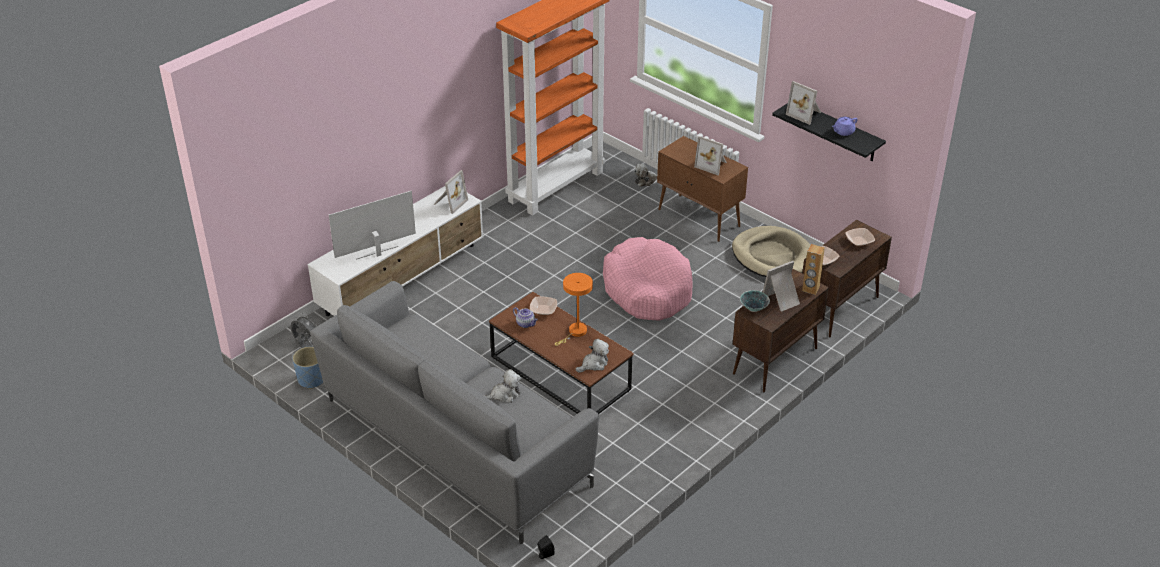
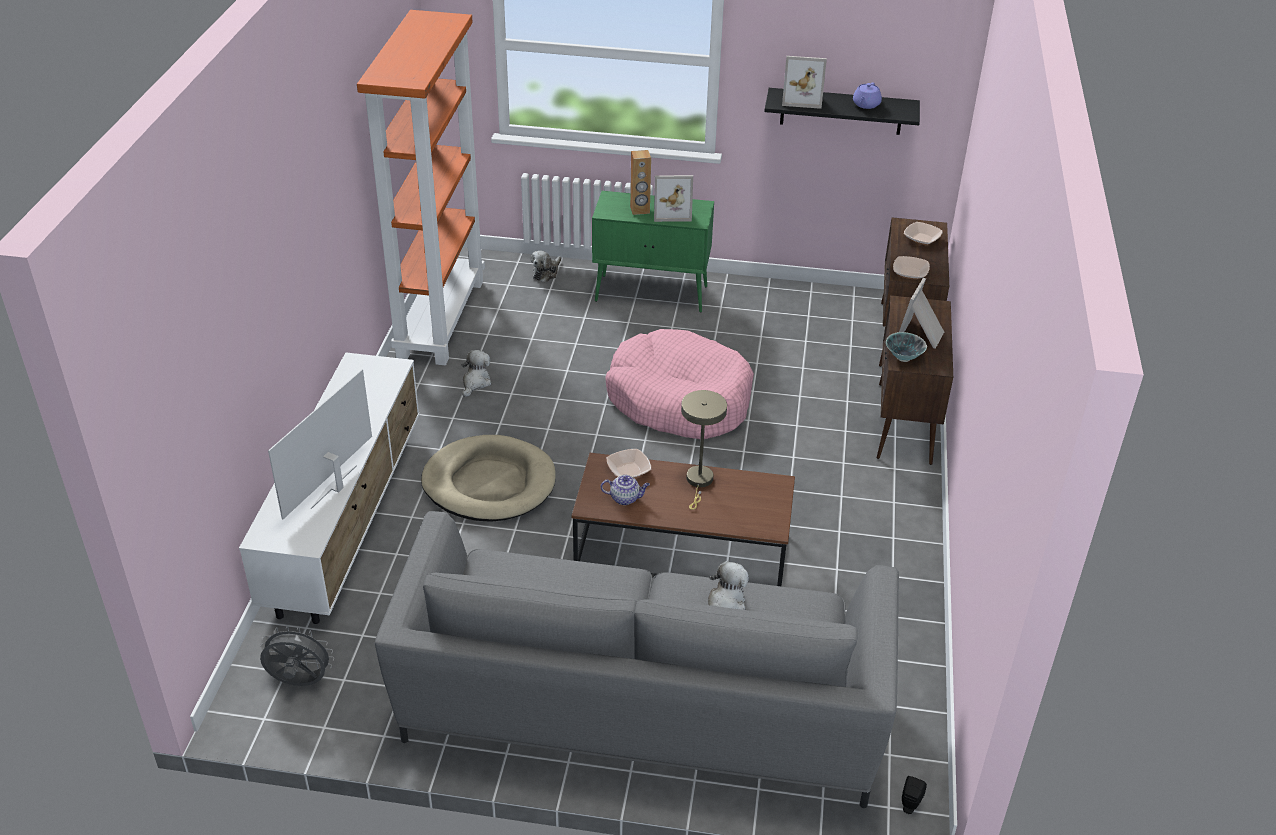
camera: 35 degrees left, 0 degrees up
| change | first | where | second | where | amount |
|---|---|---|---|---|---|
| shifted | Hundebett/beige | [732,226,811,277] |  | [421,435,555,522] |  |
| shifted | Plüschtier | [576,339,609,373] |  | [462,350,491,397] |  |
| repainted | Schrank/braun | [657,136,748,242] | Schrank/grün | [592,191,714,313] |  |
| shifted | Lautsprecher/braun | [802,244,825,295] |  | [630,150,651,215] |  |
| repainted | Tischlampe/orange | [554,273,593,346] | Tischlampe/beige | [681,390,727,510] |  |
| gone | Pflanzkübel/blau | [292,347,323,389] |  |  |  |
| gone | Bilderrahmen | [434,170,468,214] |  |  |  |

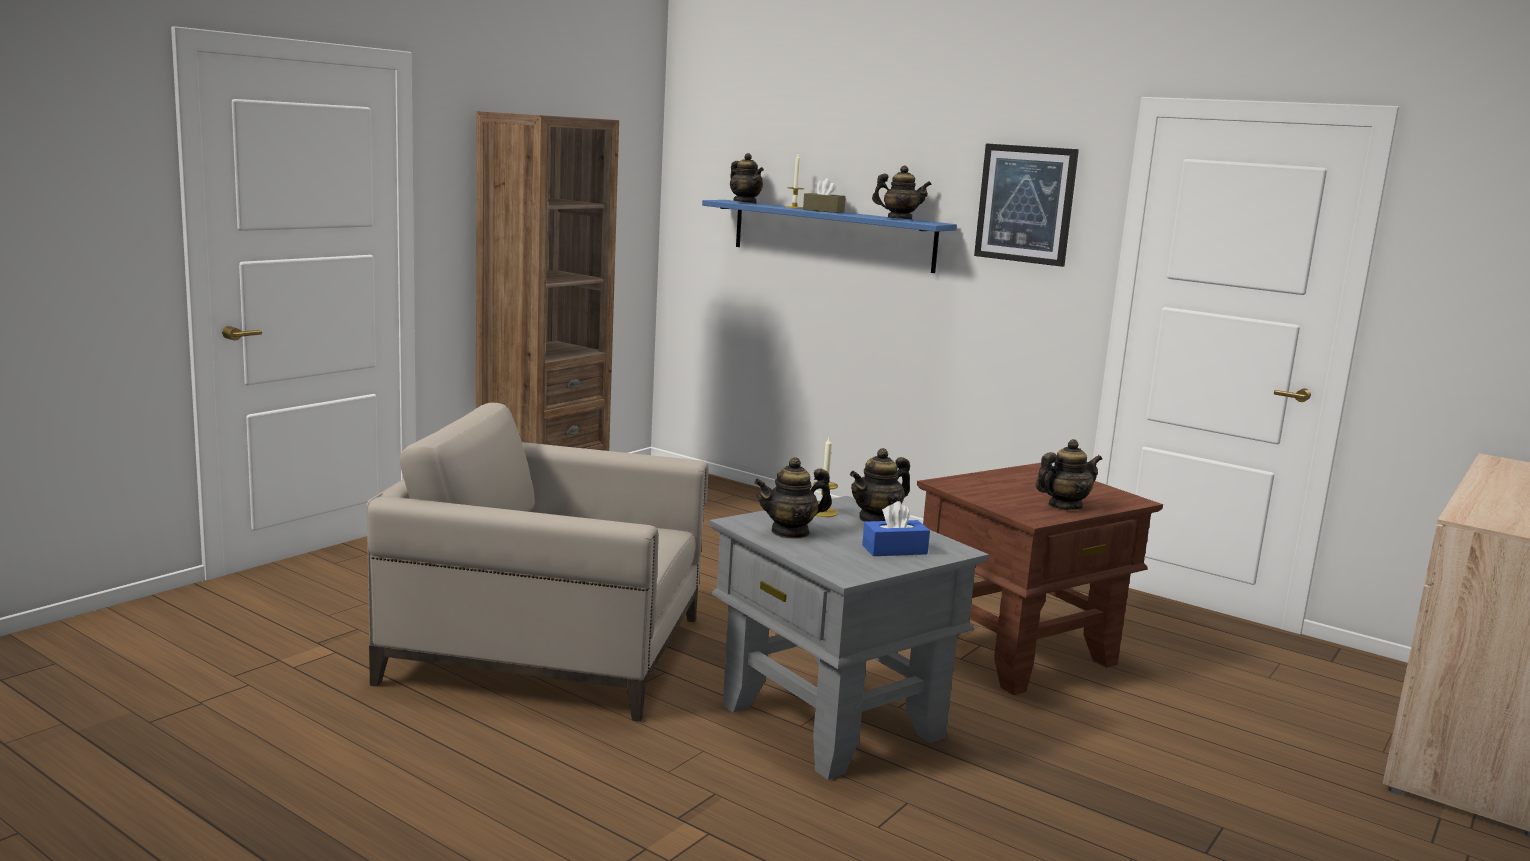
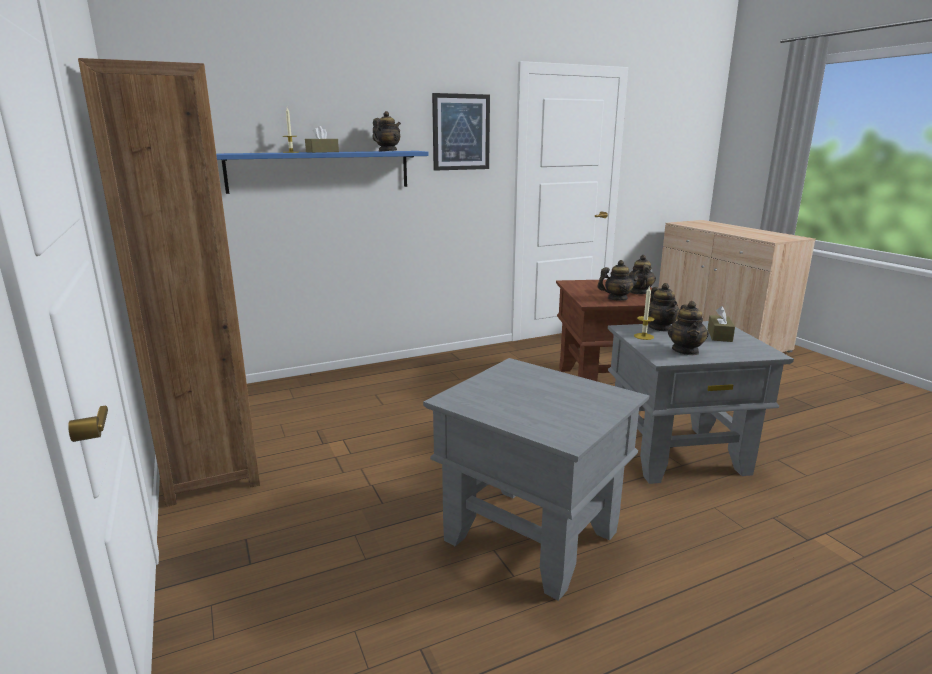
camera: 60 degrees left, 5 degrees up
| change | first | where | second | where | amount |
|---|---|---|---|---|---|
| swapped | Sessel/beige | [366,403,709,722] | Beistelltisch/grau | [423,358,649,601] |  |
| shifted | Teekanne | [730,153,764,203] |  | [597,260,641,301] |  |
| repainted | Taschentuchbox/blau | [862,501,930,556] | Taschentuchbox/braun | [708,306,735,342] |  |

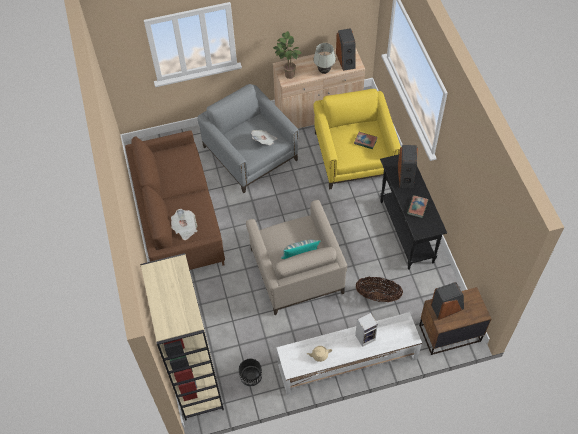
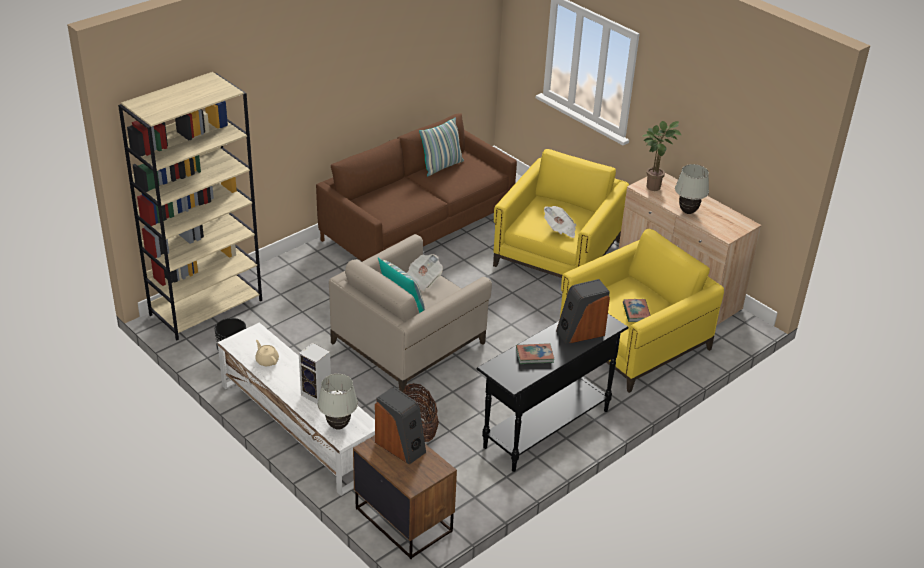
camera: 60 degrees right, 20 degrees down
| change | first | where | second | where | amount |
|---|---|---|---|---|---|
| new |  |  | Tischlampe/weiß | [318,374,358,430] |  |
| shifted | Zeitung | [171,209,198,240] |  | [407,254,443,291] |  |
| new |  |  | Kissen | [419,117,464,177] |  |
| repainted | Sessel/grau | [197,84,299,193] | Sessel/gelb | [493,149,629,278] |  |
| gone | Lautsprecher | [336,28,355,71] |  |  |  |

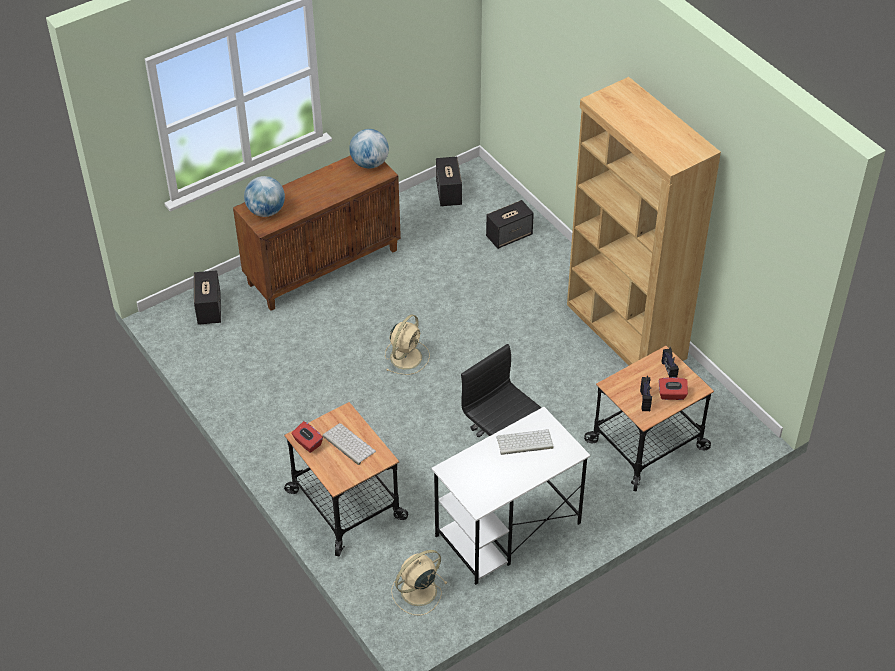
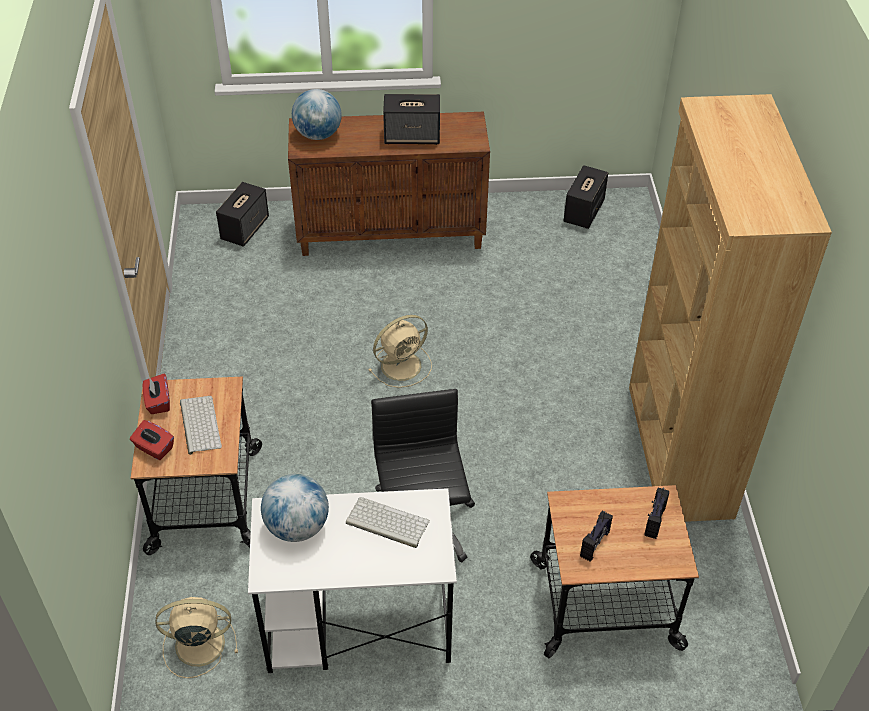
camera: 30 degrees right, 0 degrees up
| change | first | where | second | where | amount |
|---|---|---|---|---|---|
| shifted | Taschentuchbox/rot | [659,377,688,400] |  | [130,420,174,460] |  |
| shifted | Globus | [349,129,389,169] |  | [261,474,329,542] |  |
| shifted | Lautsprecher | [486,200,534,249] |  | [383,94,440,145] |  |

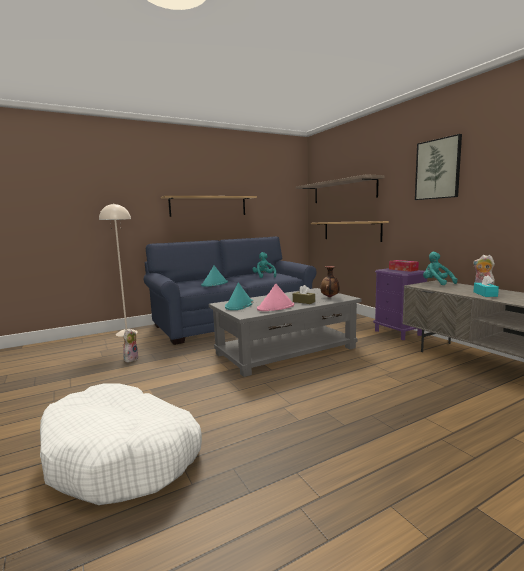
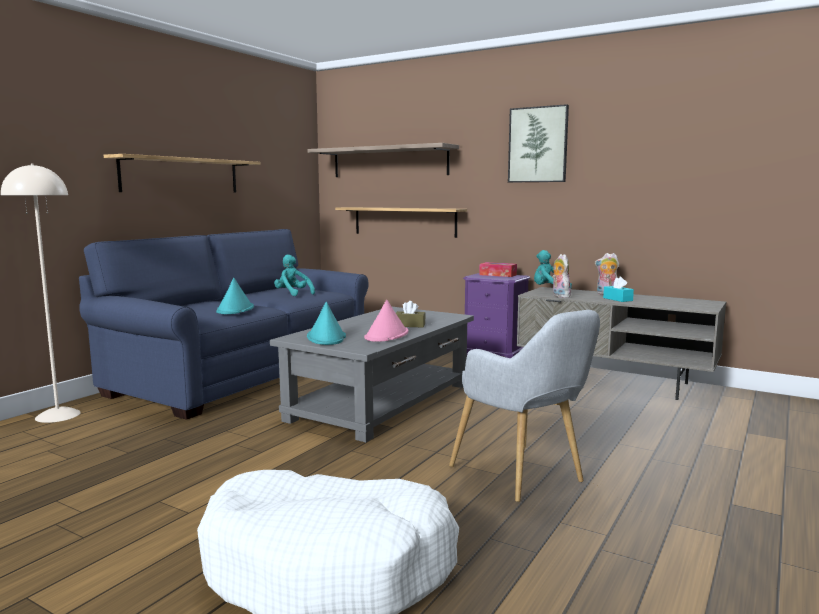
camera: 30 degrees left, 0 degrees up
| change | first | where | second | where | amount |
|---|---|---|---|---|---|
| new |  |  | Sessel/grau | [449,310,600,502] |  |
| shifted | Plüschtier | [123,328,138,363] |  | [552,254,571,298] |  |
| gone | Vase | [321,266,340,298] |  |  |  |

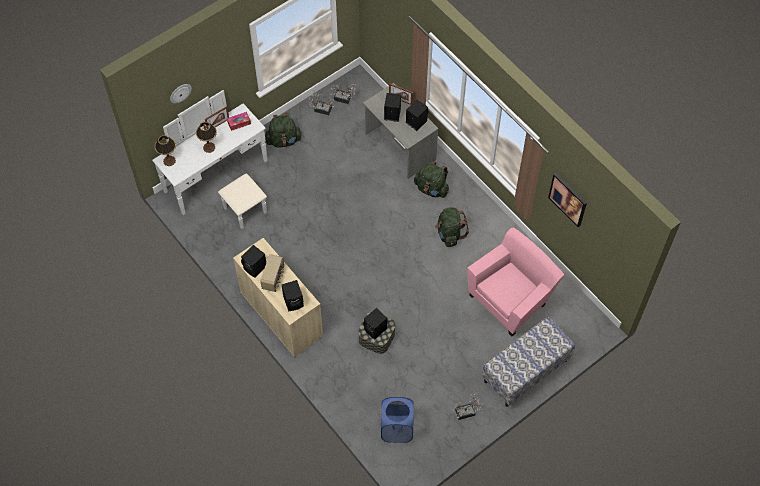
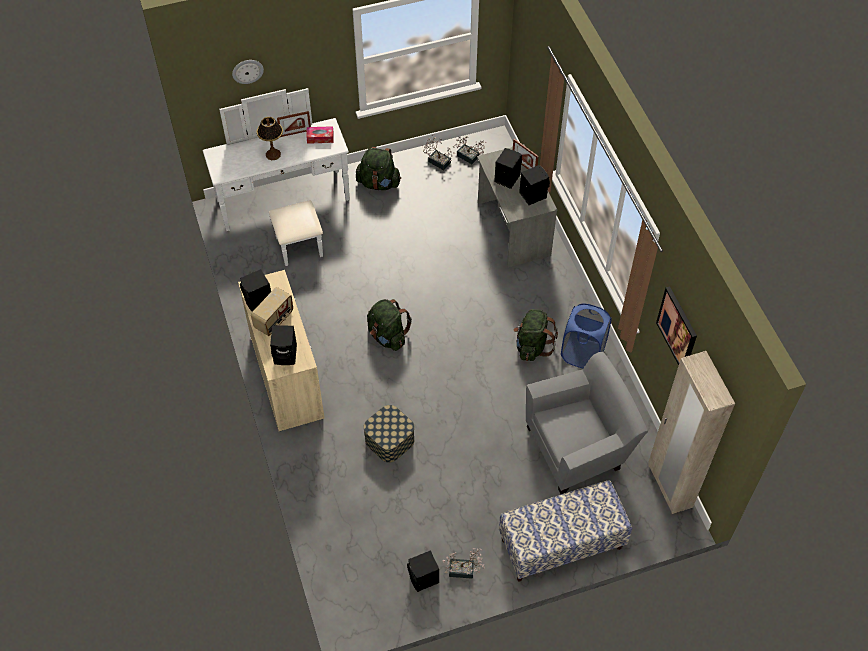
camera: 20 degrees right, 5 degrees down
| change | first | where | second | where | amount |
|---|---|---|---|---|---|
| shifted | Rucksack/grün | [414,161,449,198] |  | [367,299,412,351] |  |
| shifted | Lautsprecher/schwarz | [363,308,387,339] |  | [407,550,439,592] |  |
| repainted | Sessel/rosa | [467,227,565,336] | Sessel/grau | [526,352,648,494] |  |
| shifted | Wäschekorb/blau | [381,397,414,443] |  | [561,303,612,369] |  |
| new |  |  | Kleiderschrank/beige | [648,351,735,514] |  |
| gone | Tischlampe | [155,135,176,166] |  |  |  |

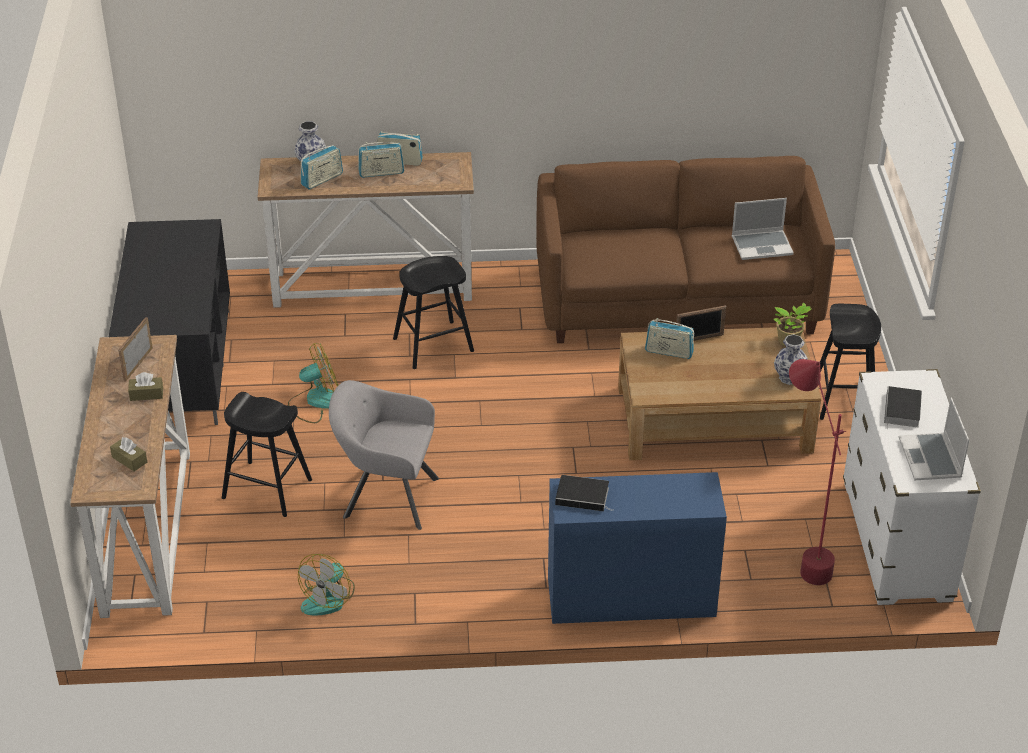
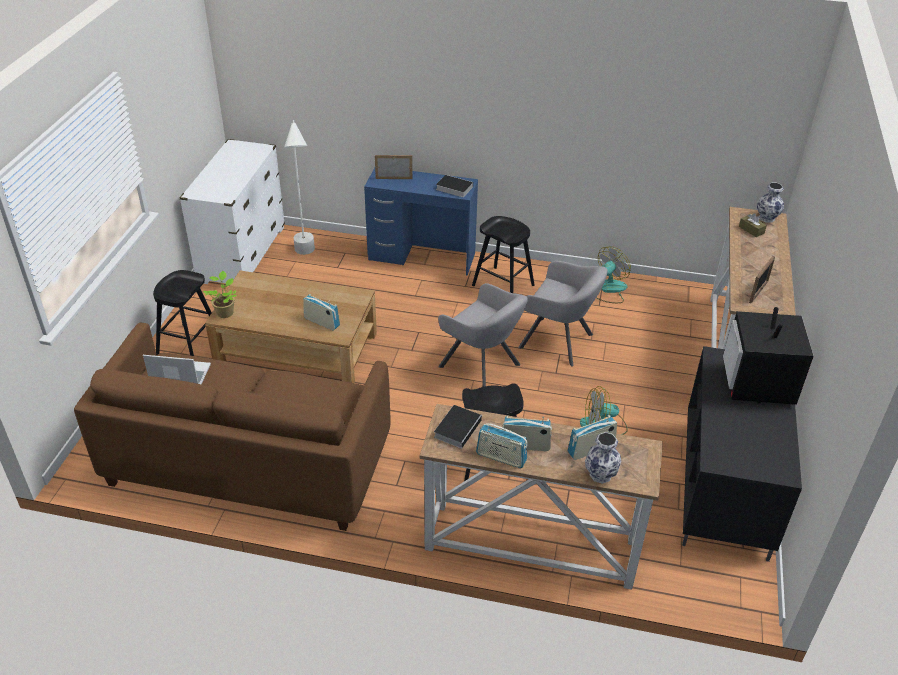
camera: 165 degrees left, 0 degrees up
| change | first | where | second | where | amount |
|---|---|---|---|---|---|
| repainted | Stehlampe/rot | [789,359,846,585] | Stehlampe/weiß | [284,120,315,255] |  |
| shifted | Bilderrahmen | [676,306,726,341] |  | [375,155,412,179] |  |
| shifted | Buch | [884,386,922,429] |  | [434,405,483,449] |  |
| new |  |  | Sessel/grau | [438,283,528,387] |  |
| shifted | Hocker/schwarz | [222,392,312,517] |  | [472,216,535,293] |  |
| new |  |  | Fernseher | [723,307,814,405] |  |
| shifted | Vase | [774,334,808,385] |  | [757,183,784,223] |  |
| gone | Taschentuchbox/braun | [128,372,163,401] |  |  |  |
| gone | Laptop | [899,398,969,481] |  |  |  |

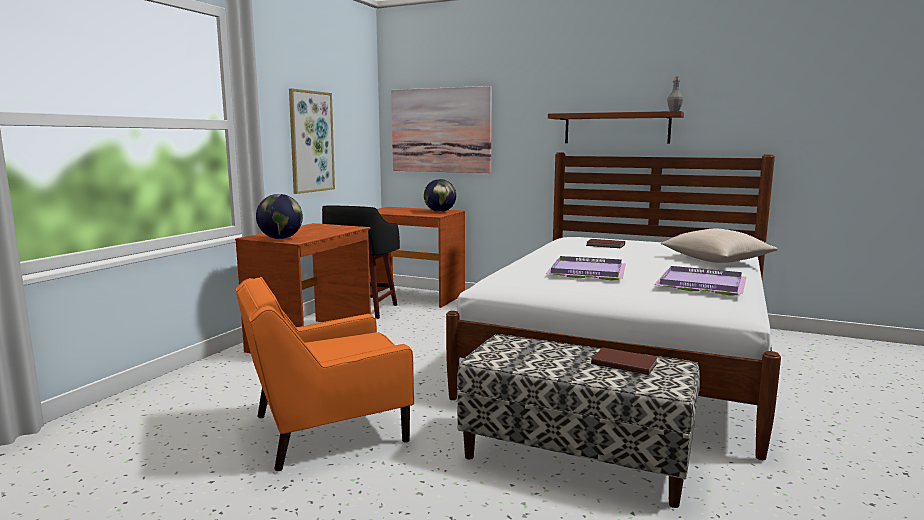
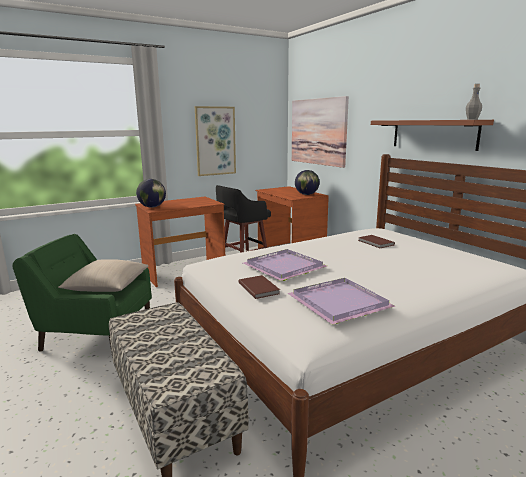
camera: 35 degrees right, 5 degrees up
| change | first | where | second | where | amount |
|---|---|---|---|---|---|
| repainted | Sessel/orange | [235,277,414,471] | Sessel/grün | [12,234,152,353] |  |
| shifted | Kissen/beige | [661,229,778,263] |  | [58,259,148,292] |  |
| shifted | Buch/braun | [591,348,658,375] |  | [239,275,280,299] |  |

